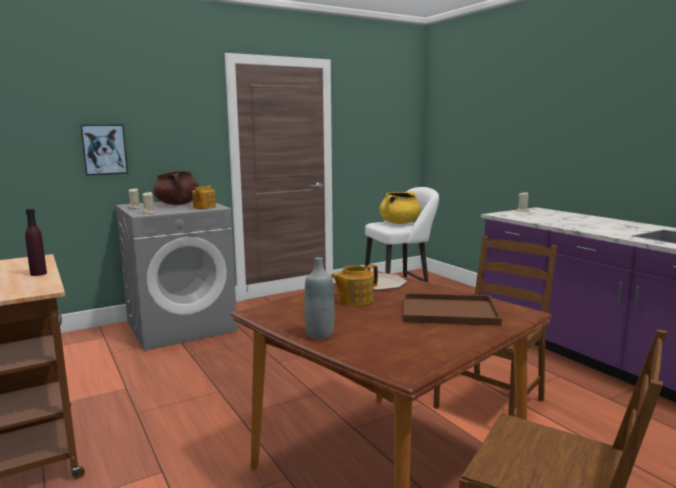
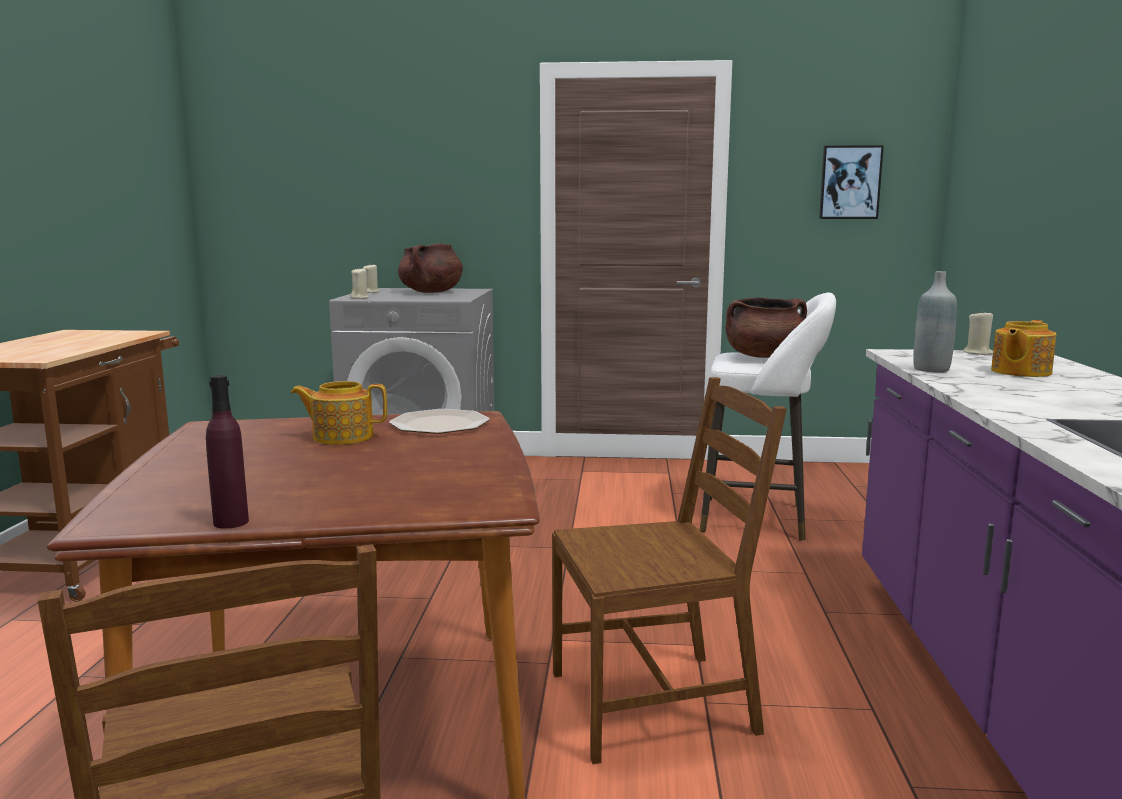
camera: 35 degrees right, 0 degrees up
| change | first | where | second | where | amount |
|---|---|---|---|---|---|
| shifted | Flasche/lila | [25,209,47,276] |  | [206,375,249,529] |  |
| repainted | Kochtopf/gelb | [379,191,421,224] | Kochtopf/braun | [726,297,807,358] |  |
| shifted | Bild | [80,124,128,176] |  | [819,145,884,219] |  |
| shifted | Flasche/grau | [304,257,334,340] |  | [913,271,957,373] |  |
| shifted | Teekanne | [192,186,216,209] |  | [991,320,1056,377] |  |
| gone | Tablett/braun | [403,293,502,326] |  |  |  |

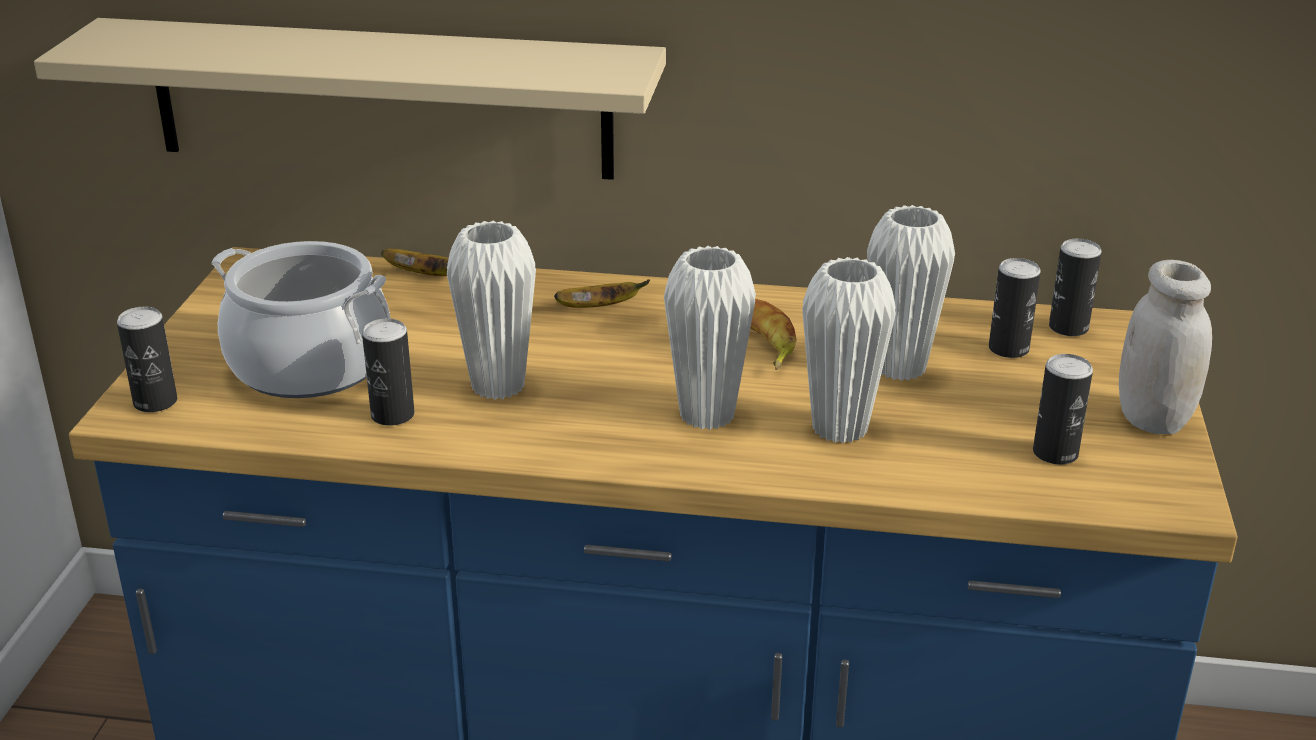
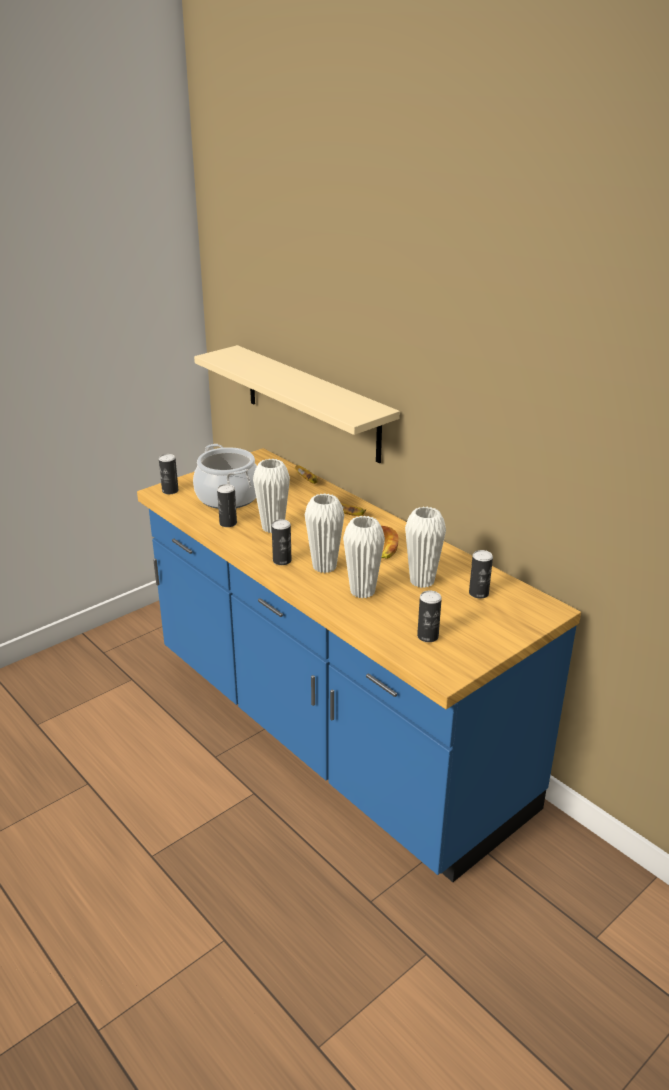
camera: 40 degrees right, 0 degrees up
| change | first | where | second | where | amount |
|---|---|---|---|---|---|
| shifted | Dose | [1049,239,1102,336] |  | [272,519,291,565] |  |
| gone | Vorratsglas/weiß | [1119,260,1212,434] |  |  |  |

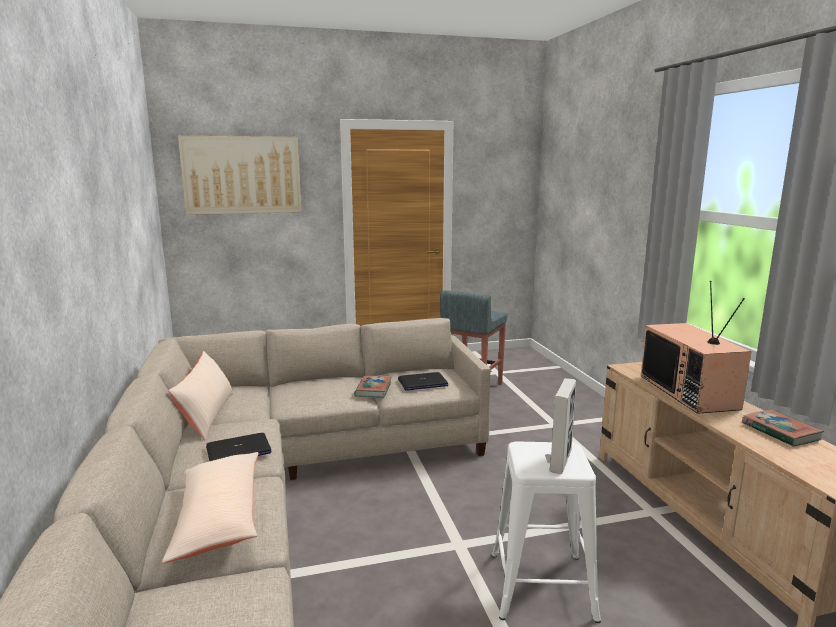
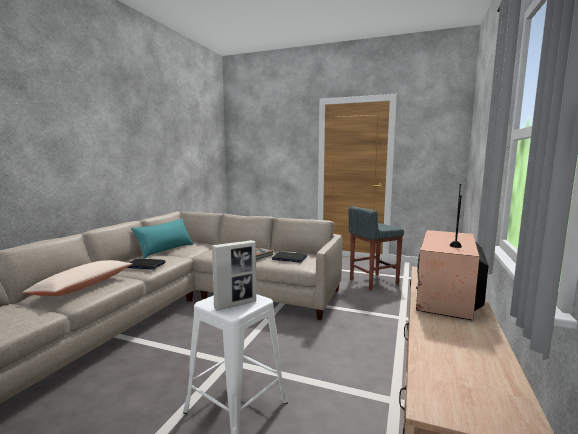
camera: 35 degrees right, 5 degrees down
| change | first | where | second | where | amount |
|---|---|---|---|---|---|
| repainted | Kissen/beige | [168,351,233,440] | Kissen/türkis | [131,218,193,259] |  |
| gone | Bild | [178,136,302,215] |  |  |  |
| gone | Buch | [742,410,824,447] |  |  |  |

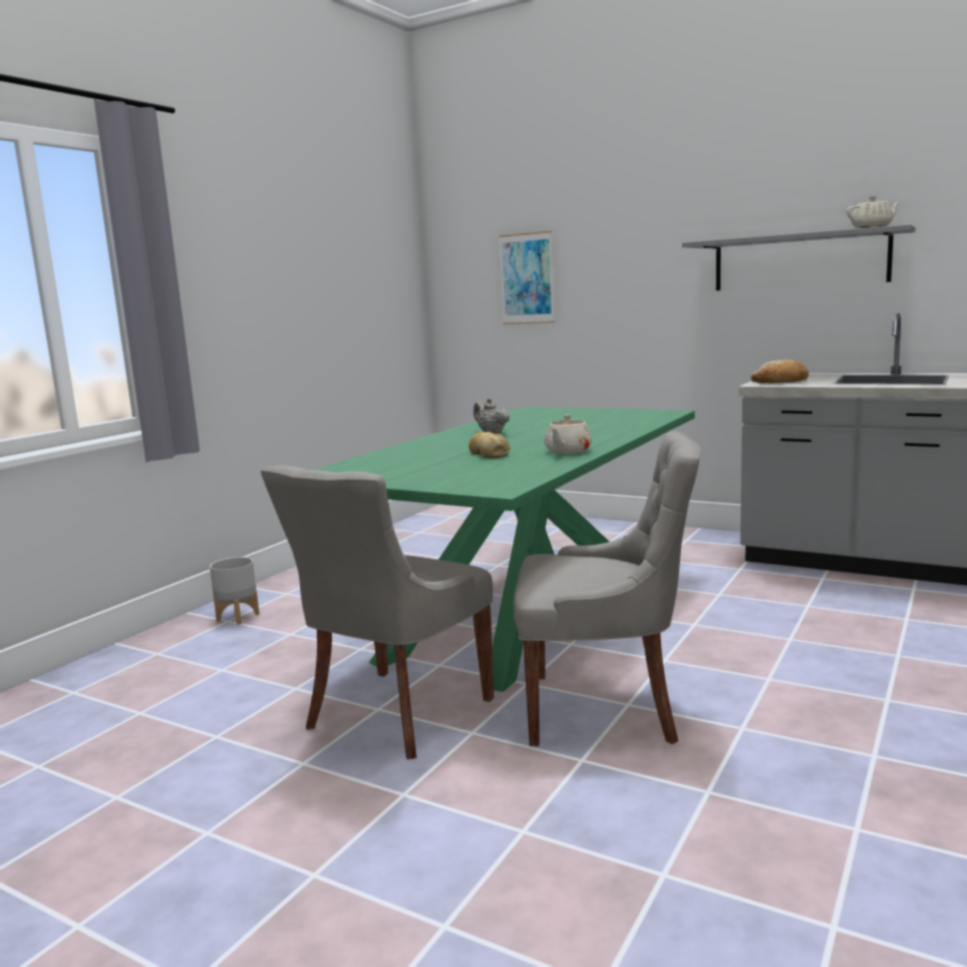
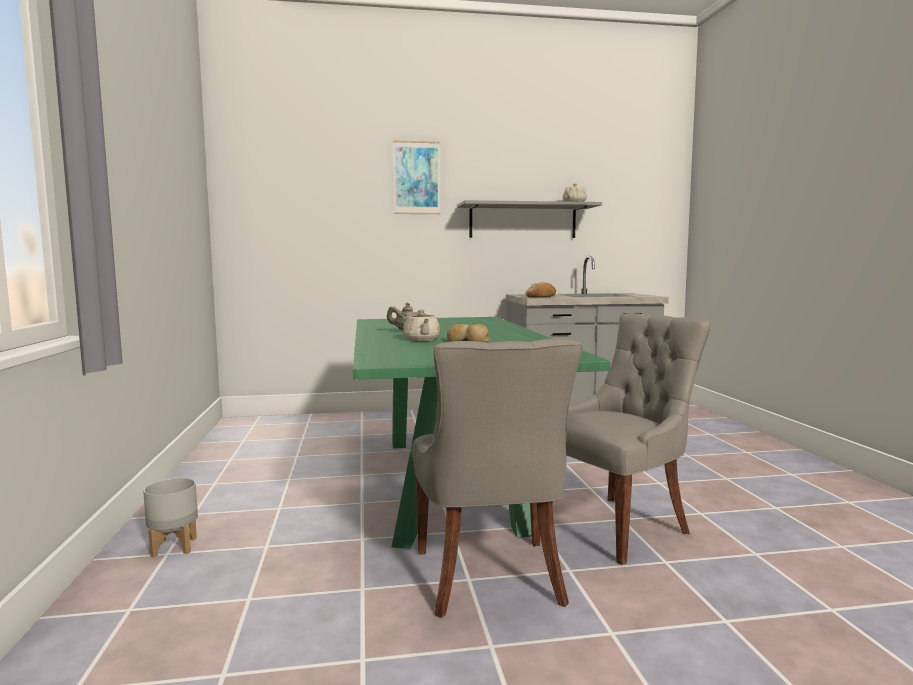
camera: 40 degrees left, 5 degrees down
| change | first | where | second | where | amount |
|---|---|---|---|---|---|
| shifted | Bild | [499,231,555,325] |  | [393,140,440,214] |  |
| shifted | Teekanne/beige | [544,414,592,454] |  | [403,310,440,341] |  |

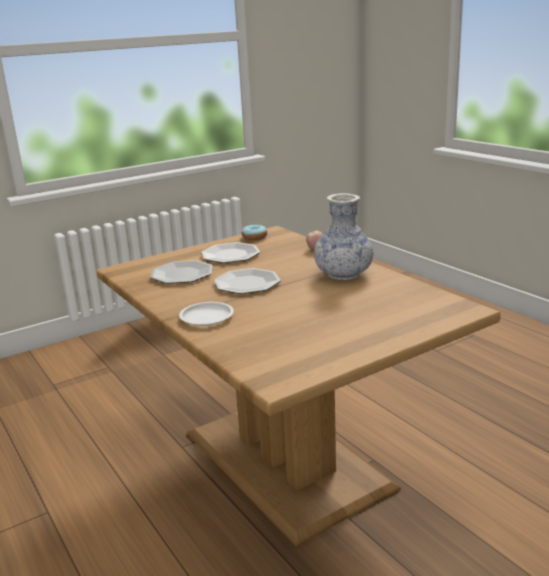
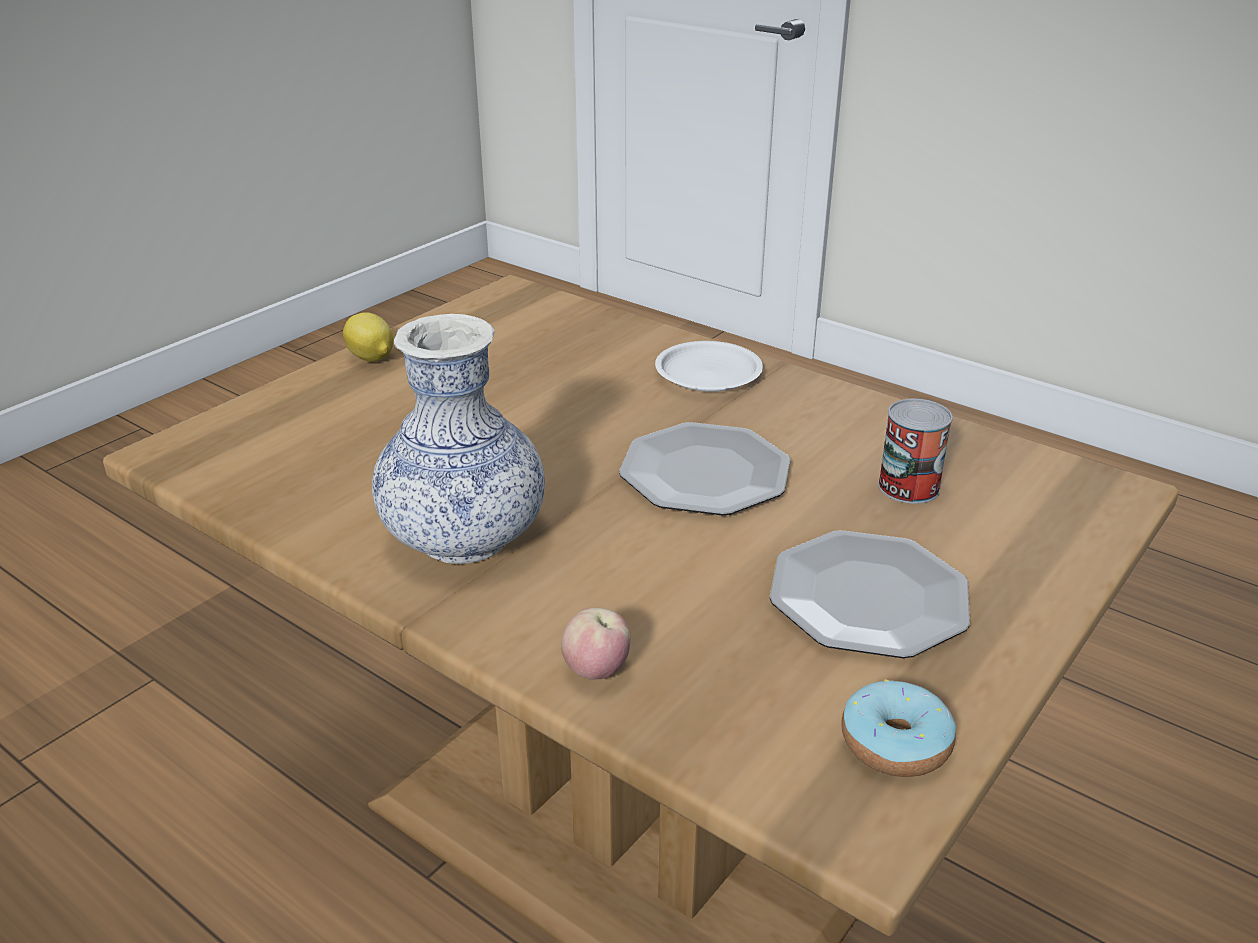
camera: 160 degrees right, 10 degrees up
| change | first | where | second | where | amount |
|---|---|---|---|---|---|
| new |  |  | Zitrone | [343,312,394,362] |  |
| swapped | Teller | [150,260,213,284] | Dose | [878,398,953,504] |  |

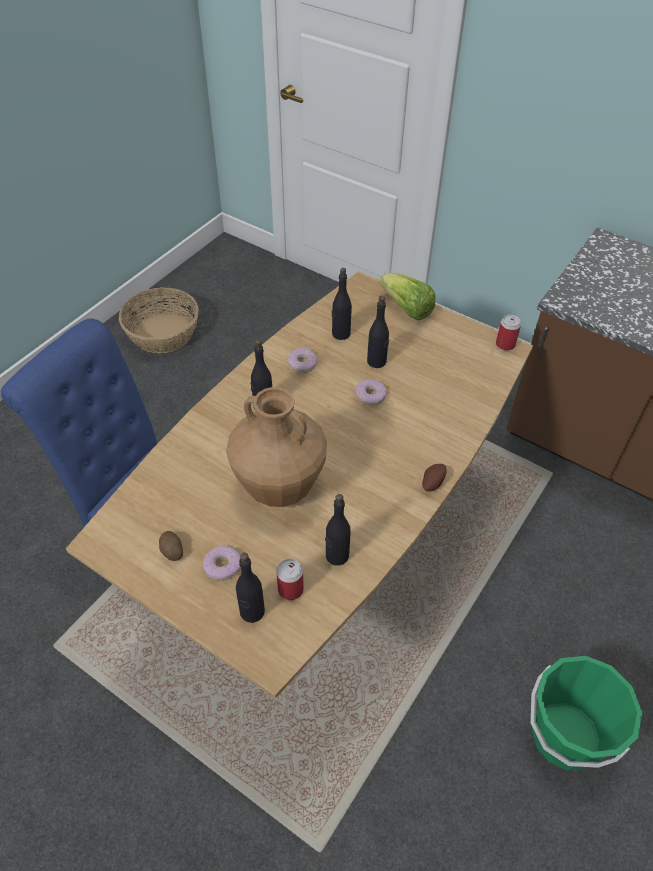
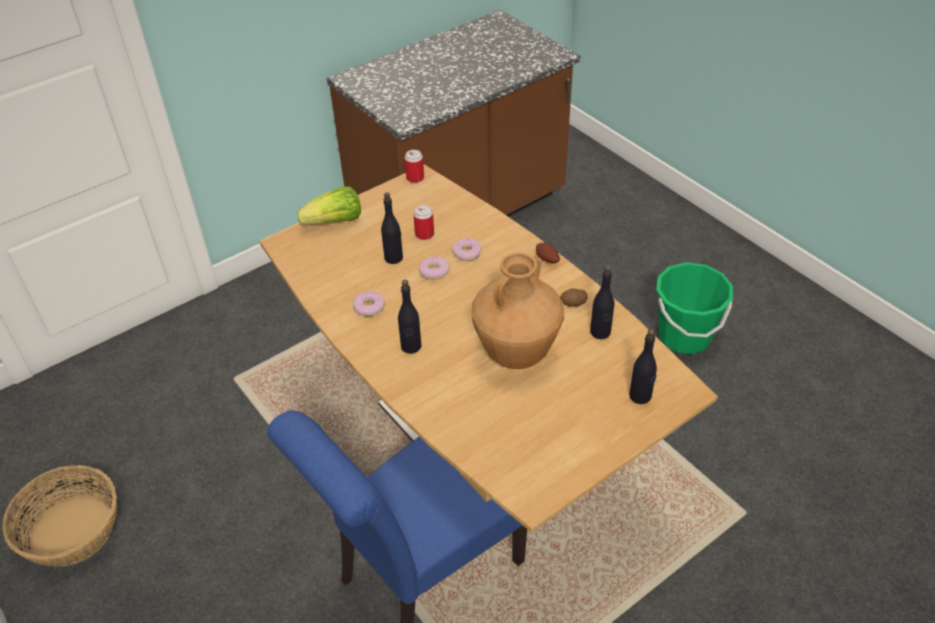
camera: 70 degrees left, 5 degrees down
| change | first | where | second | where | amount |
|---|---|---|---|---|---|
| shifted | Dose | [276,558,304,600] |  | [413,205,434,240] |  |
| shifted | Donut | [203,546,240,580] |  | [452,238,481,261] |  |
| shifted | Kartoffel | [159,531,183,561] |  | [560,288,588,307] |  |
| gone | Flasche/schwarz | [332,268,352,340] |  |  |  |

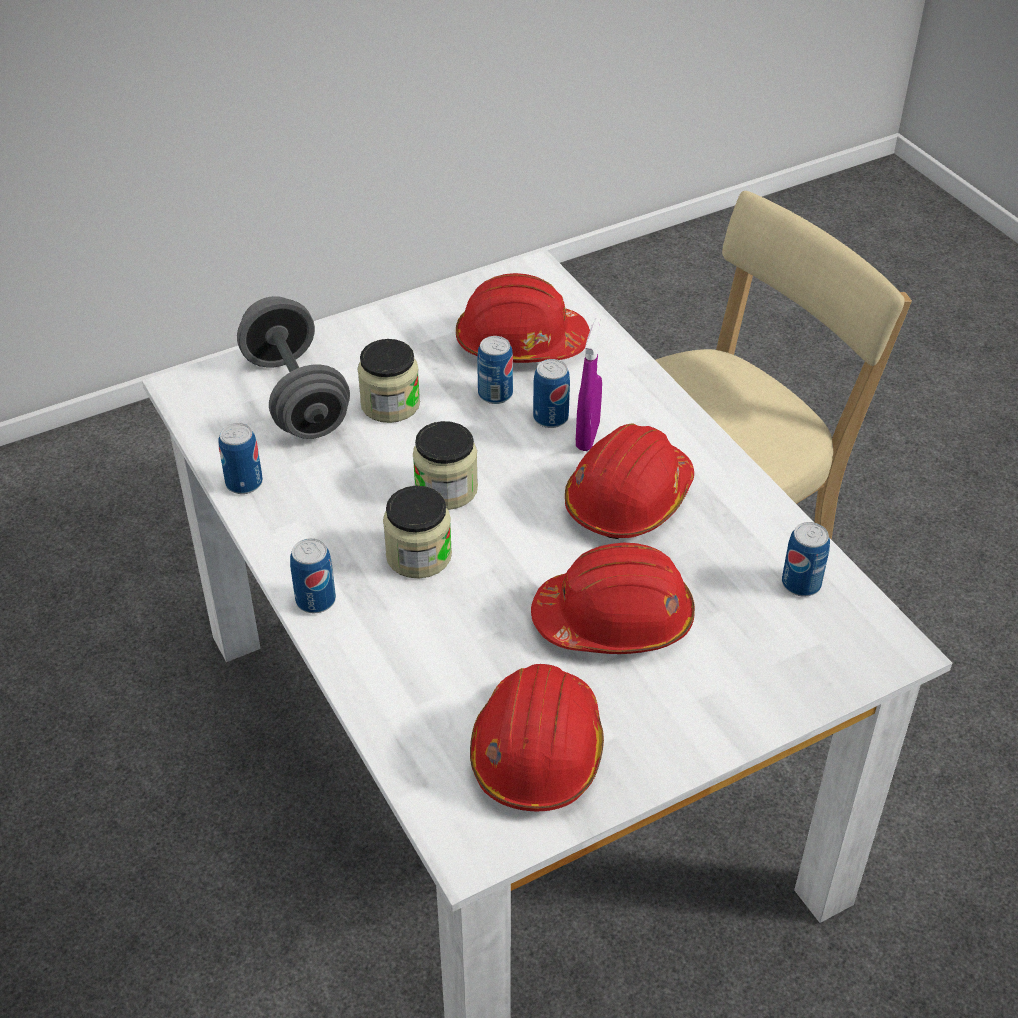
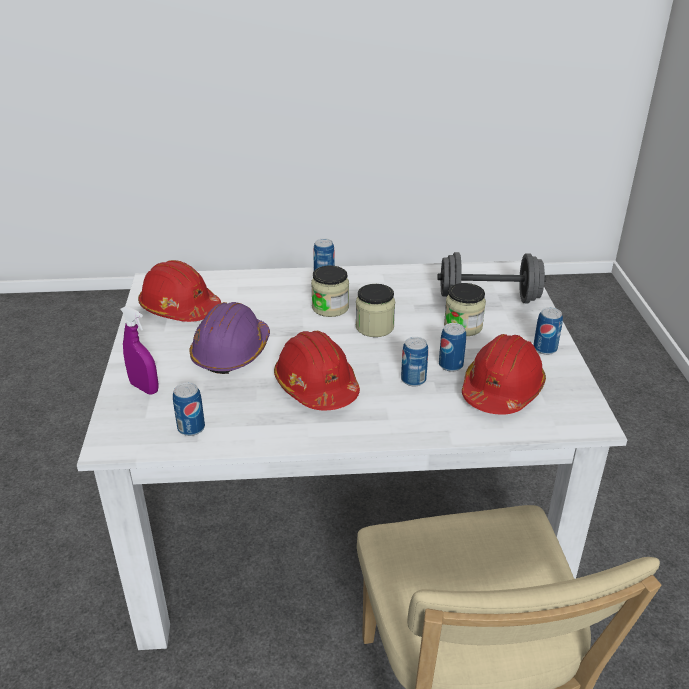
camera: 115 degrees right, 10 degrees down
| change | first | where | second | where | amount |
|---|---|---|---|---|---|
| shifted | Sprühflasche/lila | [576,318,602,451] |  | [121,306,158,394] |  |
| repainted | Schutzhelm/rot | [531,543,695,654] | Schutzhelm/lila | [190,302,270,374] |  |
| shifted | Dose | [218,423,263,494] |  | [533,307,563,355] |  |

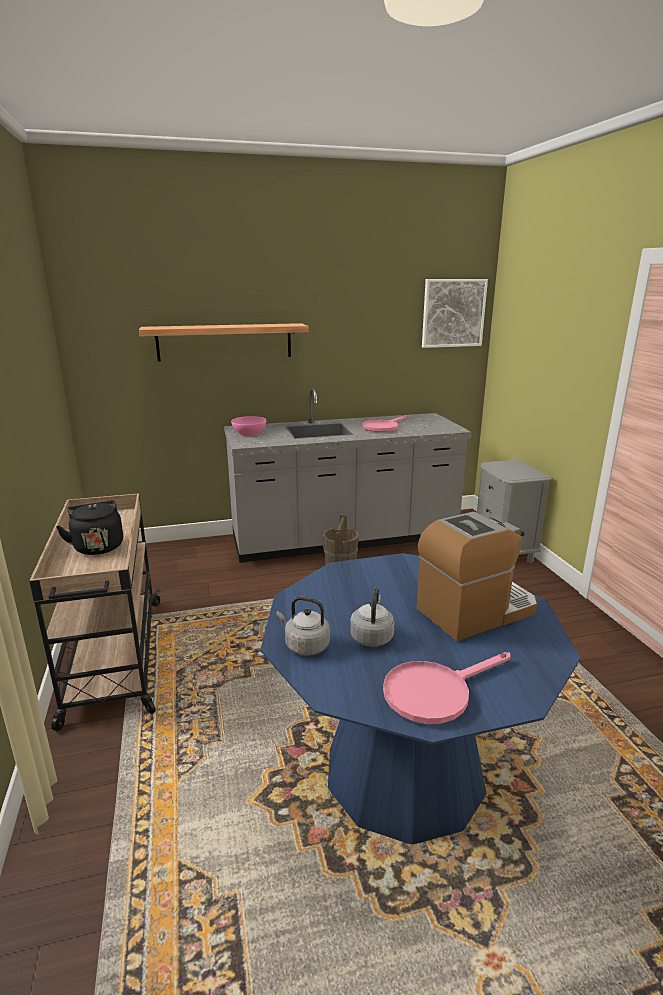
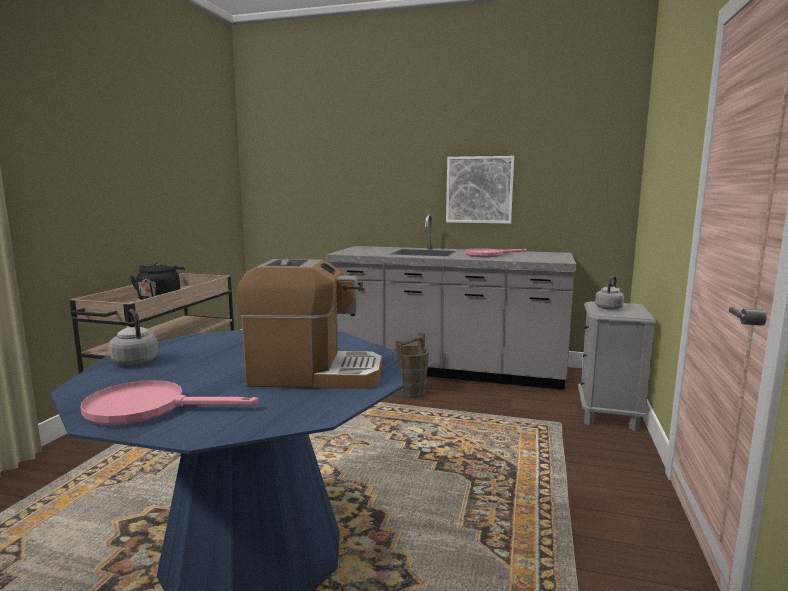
camera: 30 degrees right, 10 degrees down
| change | first | where | second | where | amount |
|---|---|---|---|---|---|
| shifted | Bild | [422,279,488,348] |  | [446,156,514,224] |  |
| shifted | Wasserkessel/grau | [350,587,394,647] |  | [595,276,624,310] |  |
| gone | Wandregal | [139,323,308,361] |  |  |  |
| gone | Schüssel/rosa | [231,416,266,436] |  |  |  |

